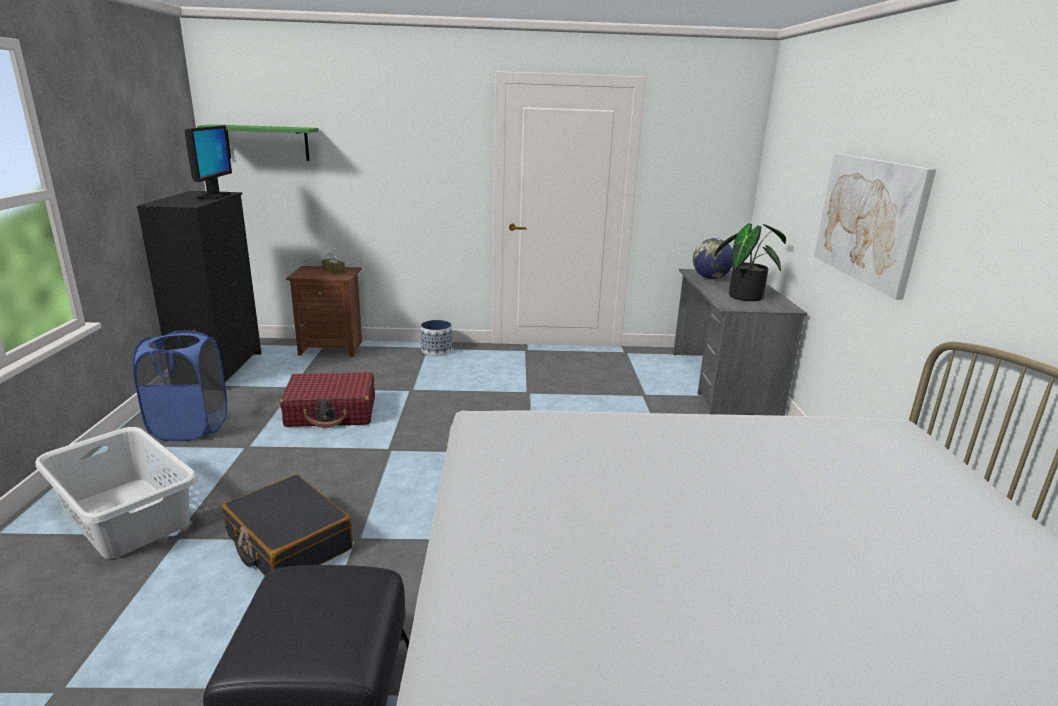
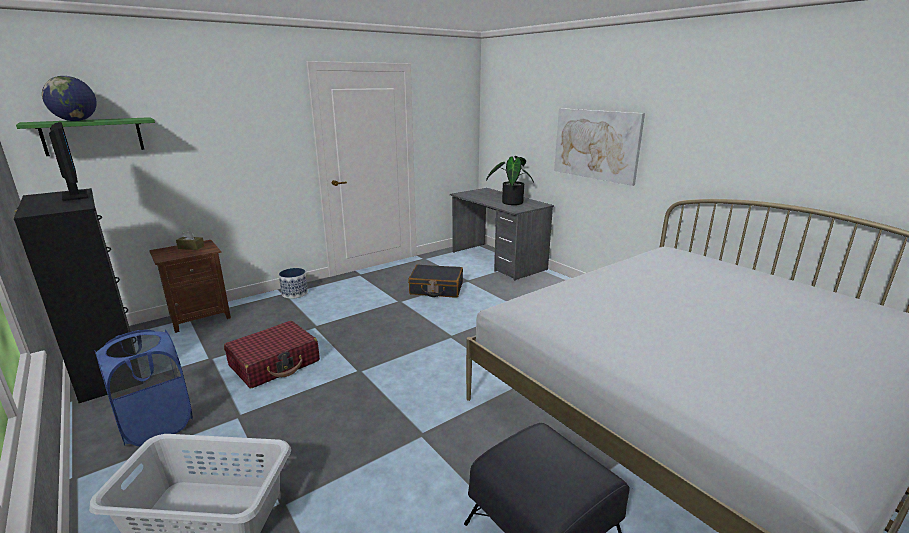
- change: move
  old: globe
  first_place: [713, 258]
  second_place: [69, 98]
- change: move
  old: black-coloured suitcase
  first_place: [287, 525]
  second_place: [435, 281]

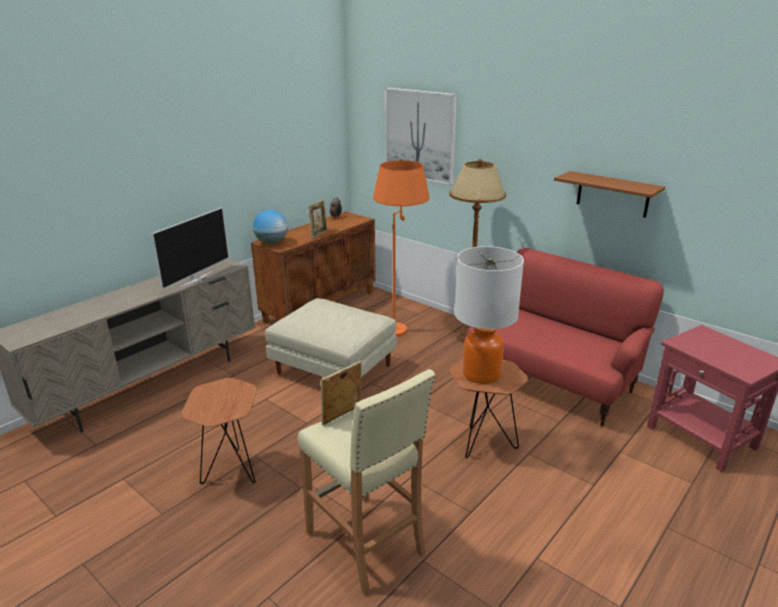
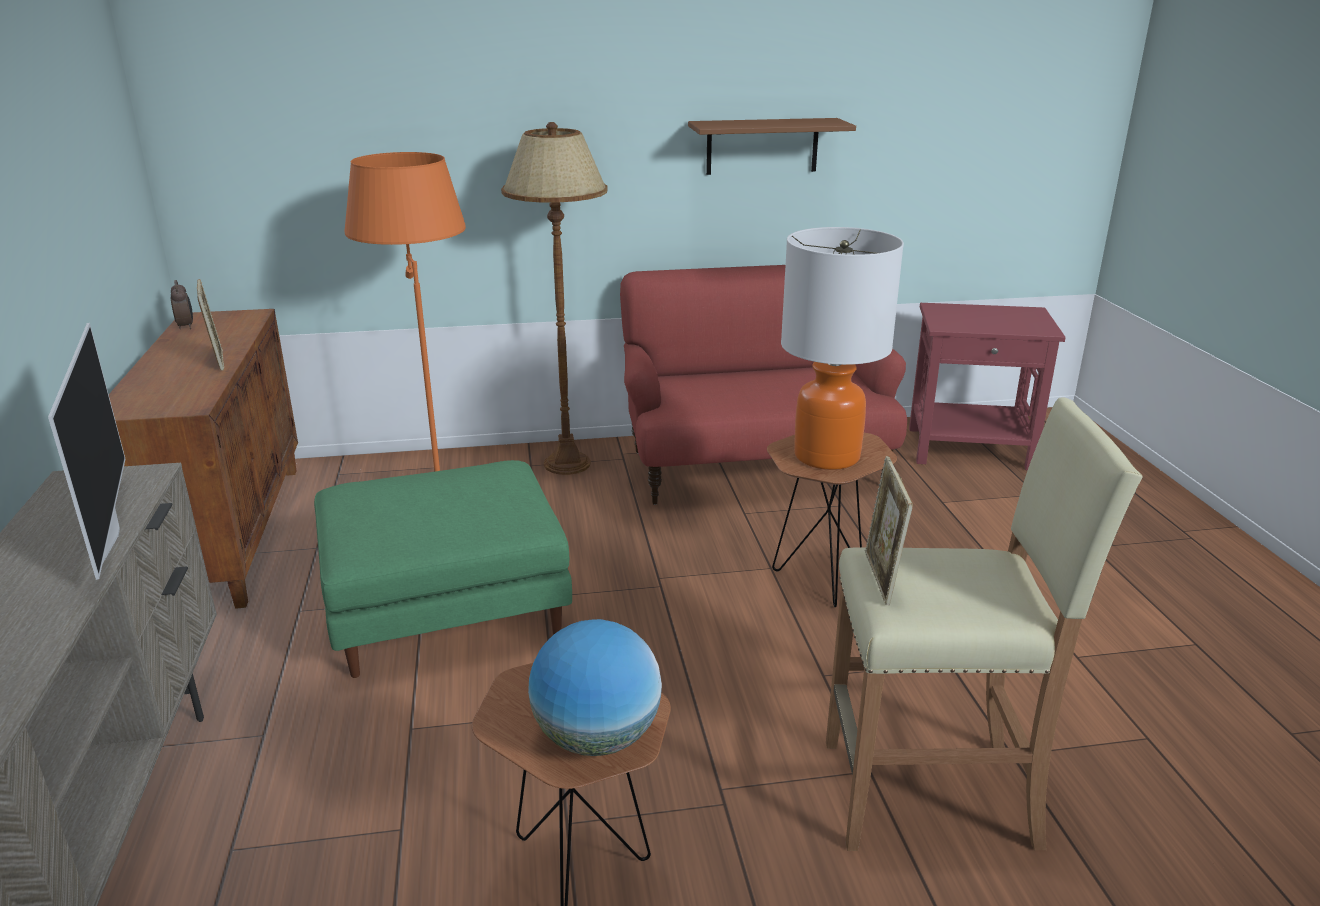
- change: recolor
  old: beige footrest
  new: green footrest
  first_place: [331, 337]
  second_place: [443, 569]
- change: move
  old: globe
  first_place: [270, 227]
  second_place: [595, 687]
- change: delete
  old: wall art
  first_place: [421, 136]

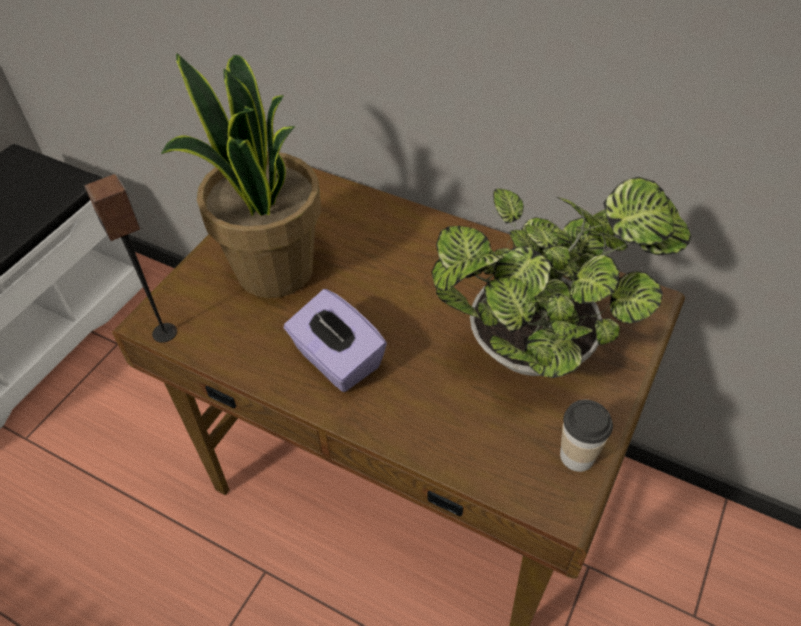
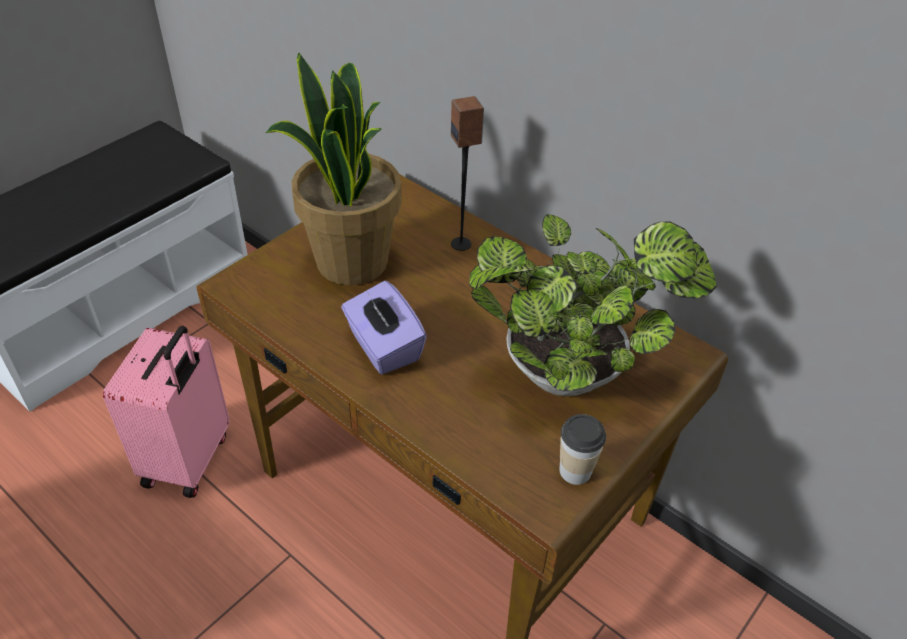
- change: insert
  new: pink-coloured suitcase
  second_place: [166, 412]
- change: move
  old: loudspeaker
  first_place: [130, 258]
  second_place: [467, 173]

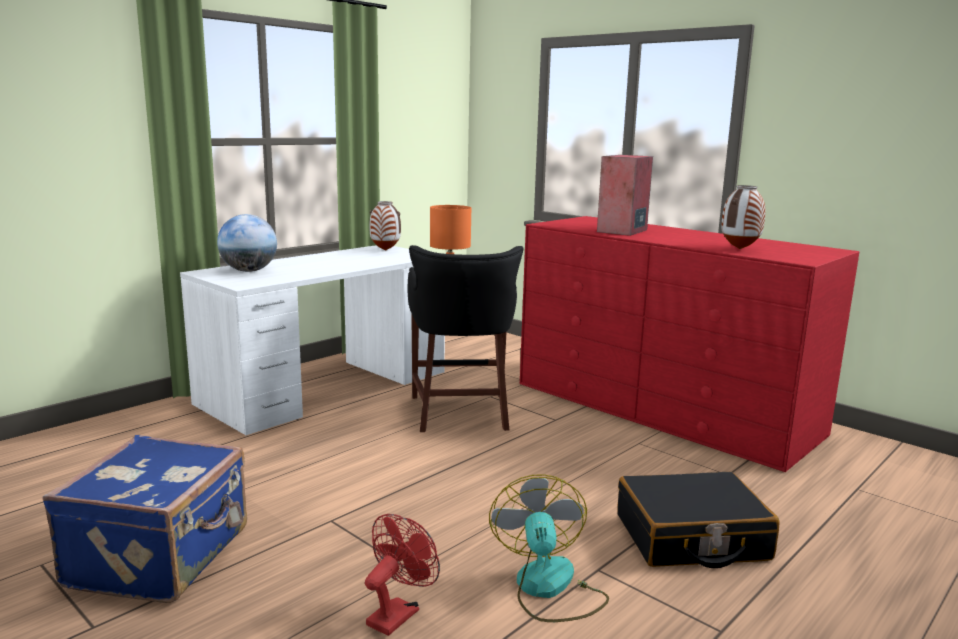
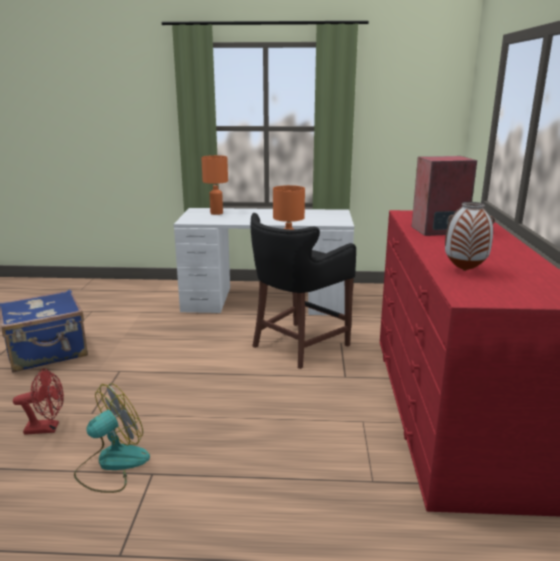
- change: replace
  old: globe
  new: orange-coloured lamp for a table
  first_place: [247, 243]
  second_place: [214, 185]
- change: delete
  old: flower vase
  first_place: [385, 226]
- change: delete
  old: black-coloured suitcase
  first_place: [699, 520]

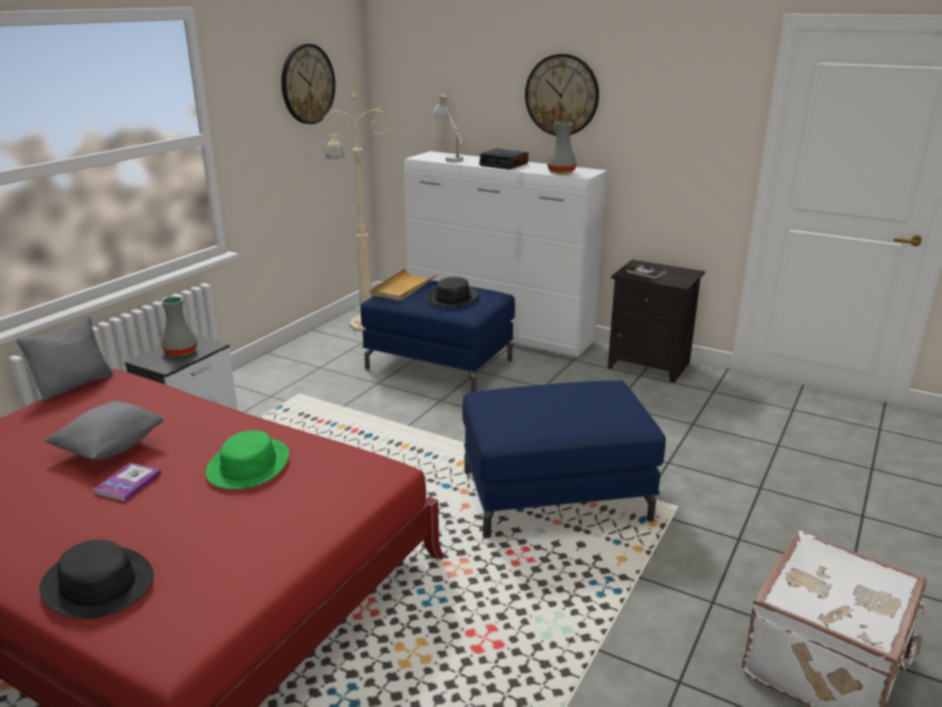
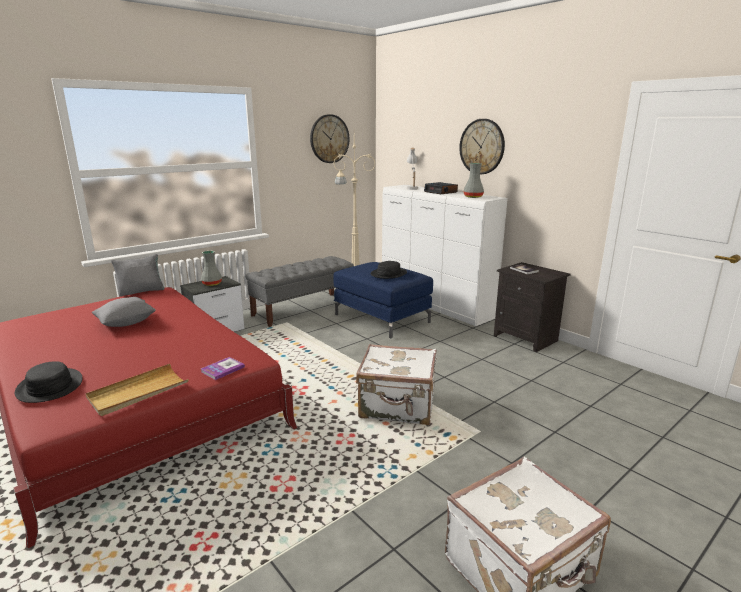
- change: move
  old: beige carrying tray
  first_place: [403, 285]
  second_place: [137, 390]
- change: move
  old: book
  first_place: [127, 482]
  second_place: [223, 368]
- change: insert
  new: grey bench
  second_place: [299, 291]
- change: replace
  old: bluish footrest
  new: whitish suitcase
  first_place: [564, 459]
  second_place: [396, 384]
- change: delete
  old: green clothing hat
  first_place: [247, 459]

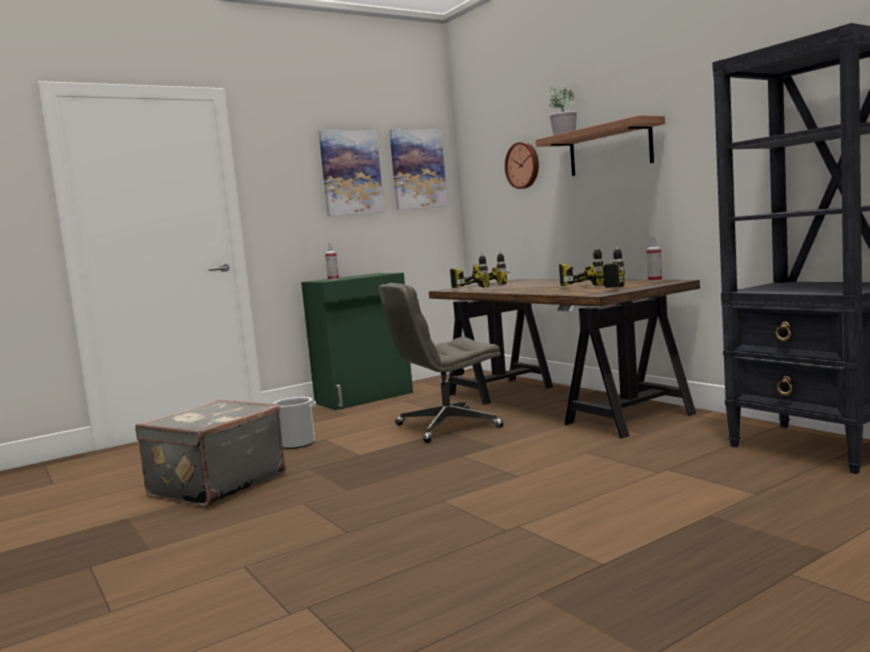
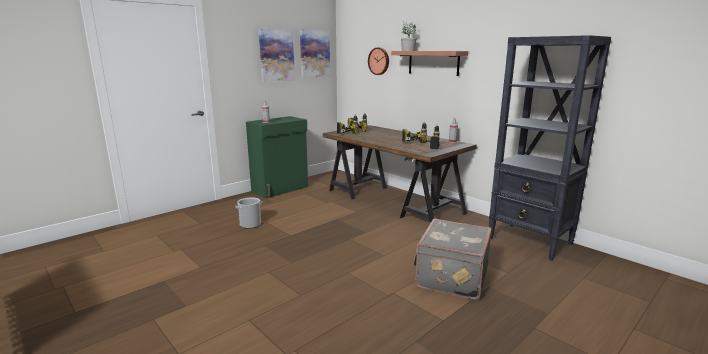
- change: move
  old: grey suitcase
  first_place: [210, 453]
  second_place: [453, 259]
- change: delete
  old: grey desk chair
  first_place: [441, 363]

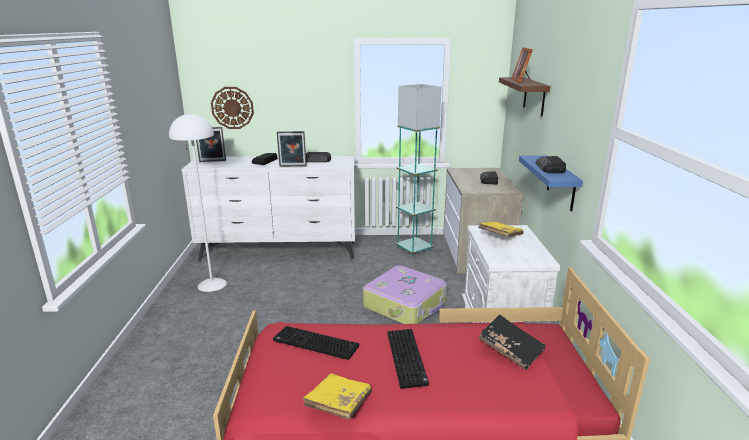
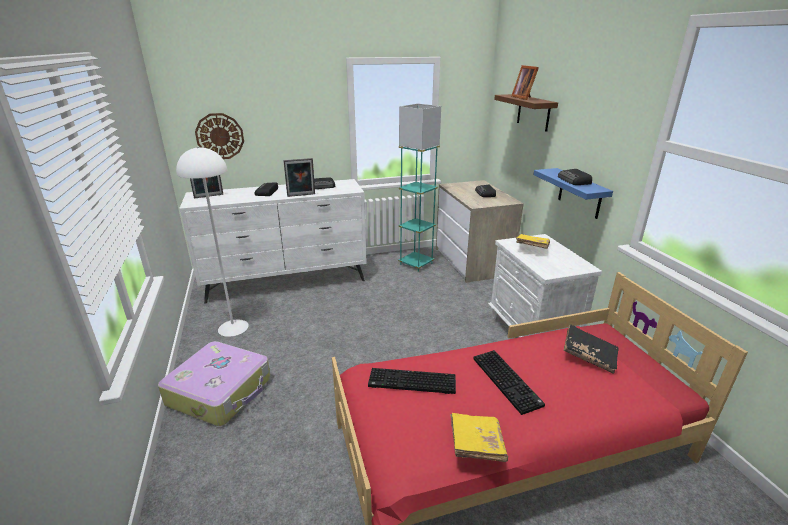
- change: move
  old: suitcase
  first_place: [405, 295]
  second_place: [214, 383]

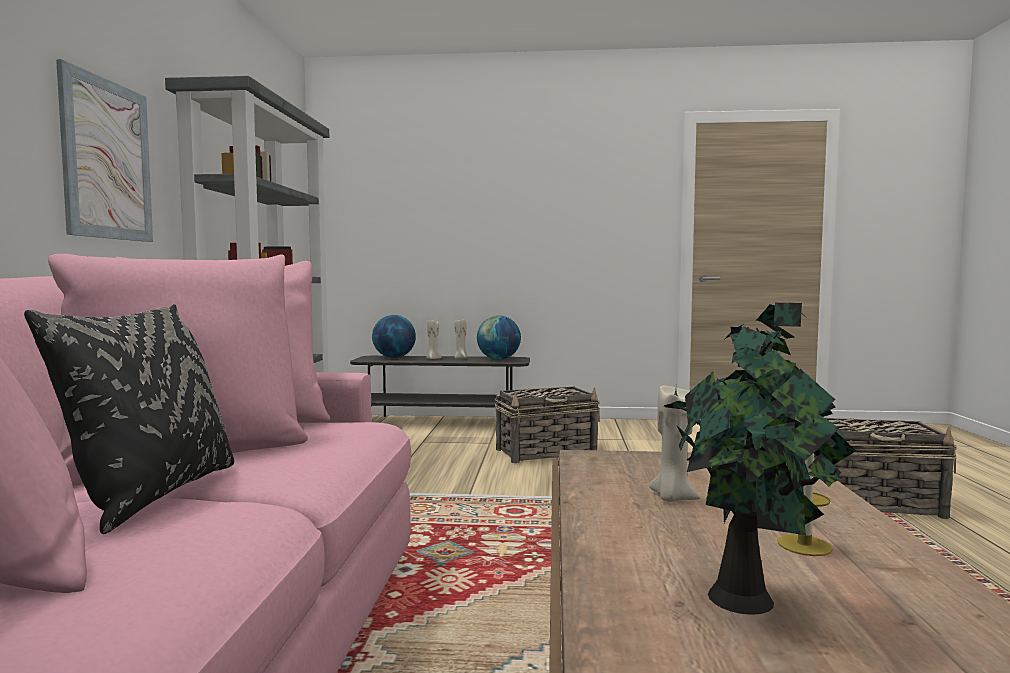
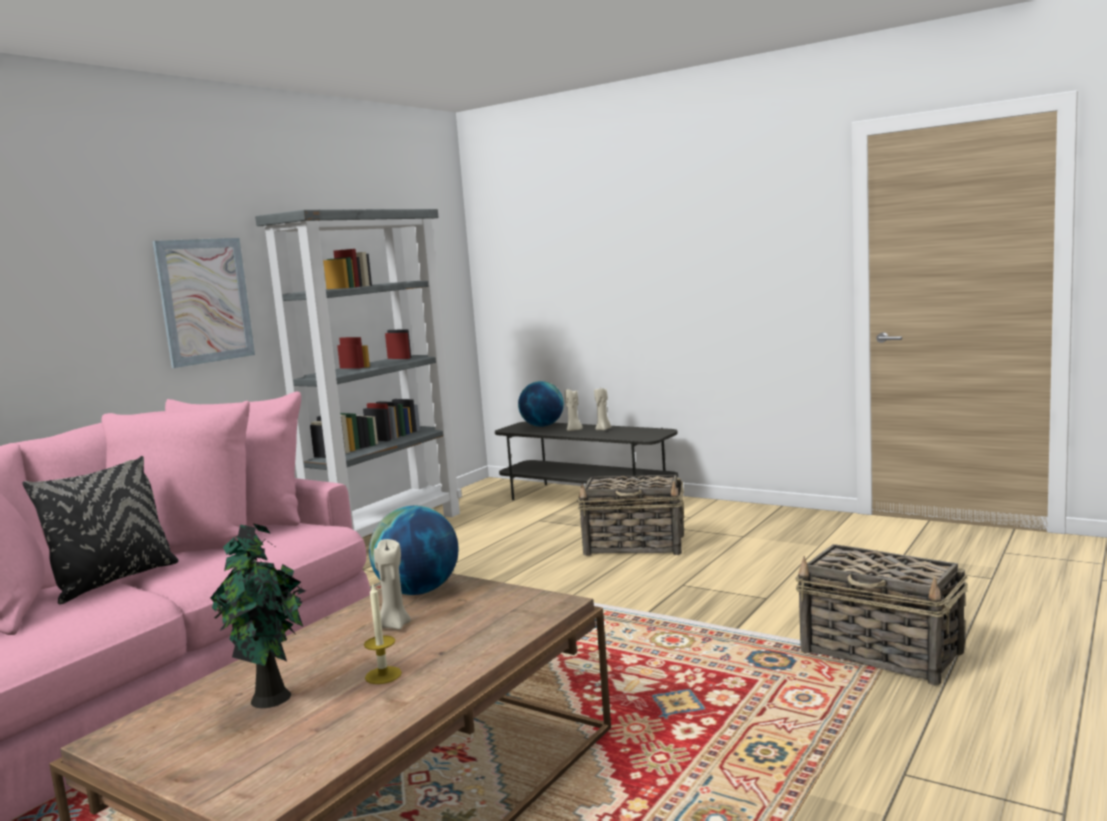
- change: move
  old: globe
  first_place: [499, 338]
  second_place: [414, 550]

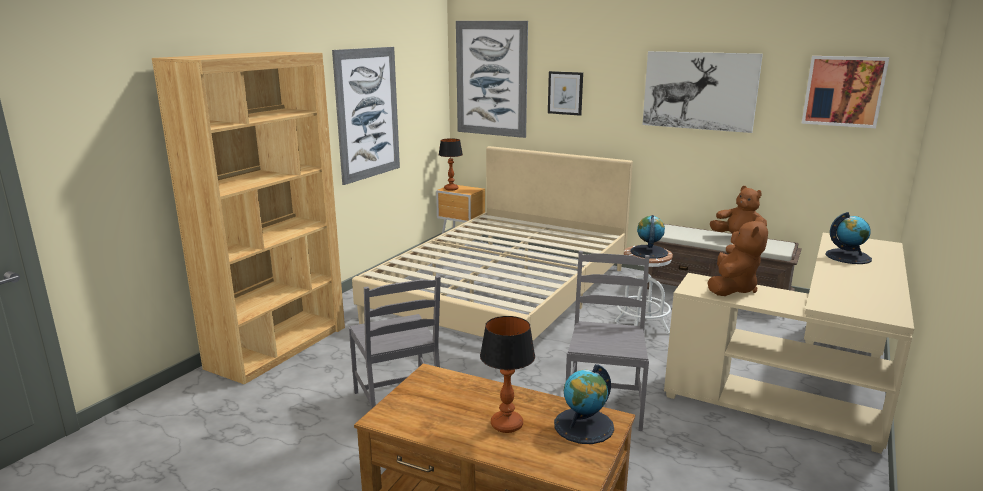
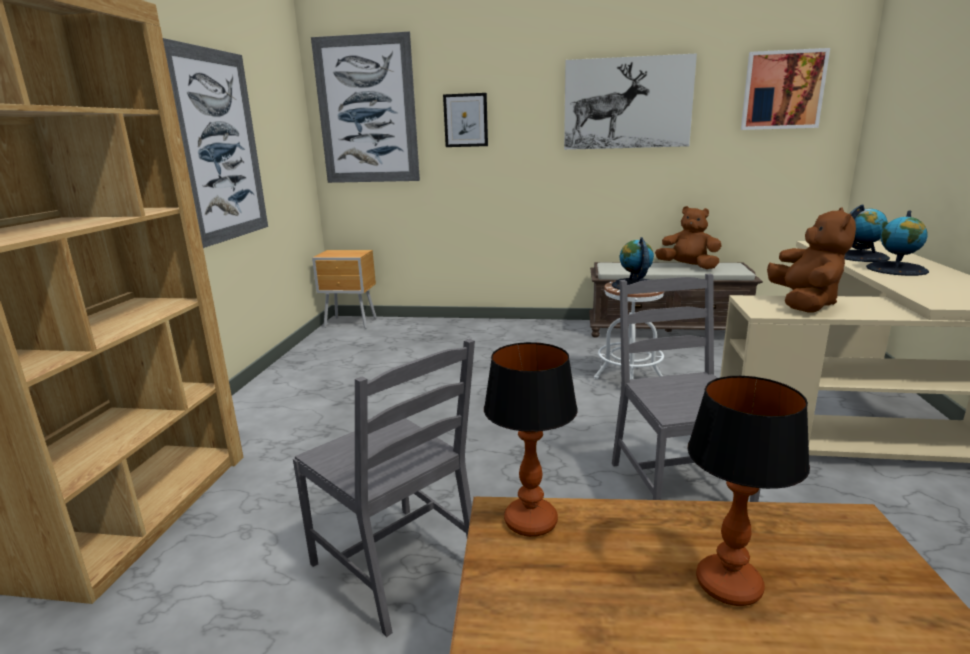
- change: move
  old: lamp for a table
  first_place: [451, 164]
  second_place: [531, 439]
- change: move
  old: globe
  first_place: [584, 404]
  second_place: [897, 243]
- change: delete
  old: beige bedroom bed
  first_place: [492, 243]

